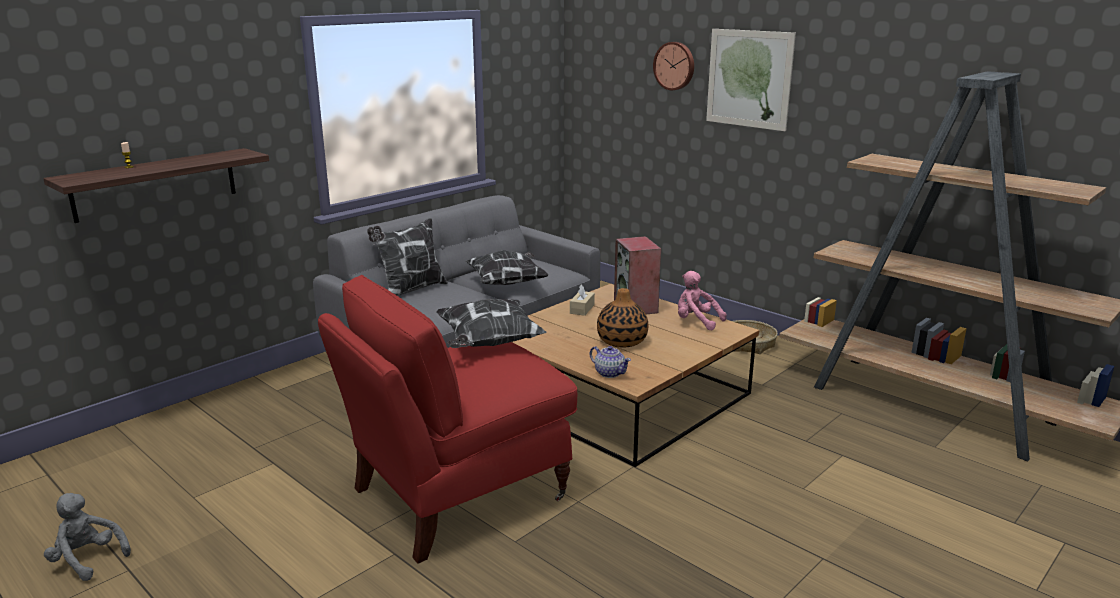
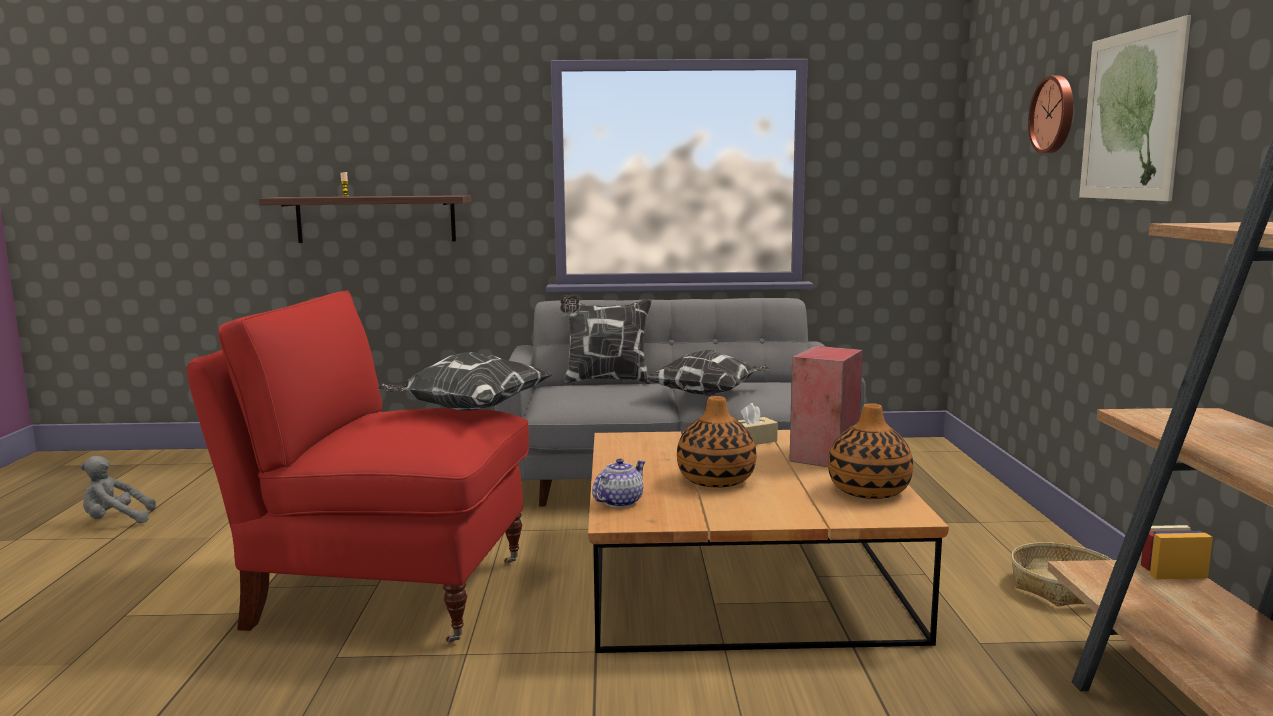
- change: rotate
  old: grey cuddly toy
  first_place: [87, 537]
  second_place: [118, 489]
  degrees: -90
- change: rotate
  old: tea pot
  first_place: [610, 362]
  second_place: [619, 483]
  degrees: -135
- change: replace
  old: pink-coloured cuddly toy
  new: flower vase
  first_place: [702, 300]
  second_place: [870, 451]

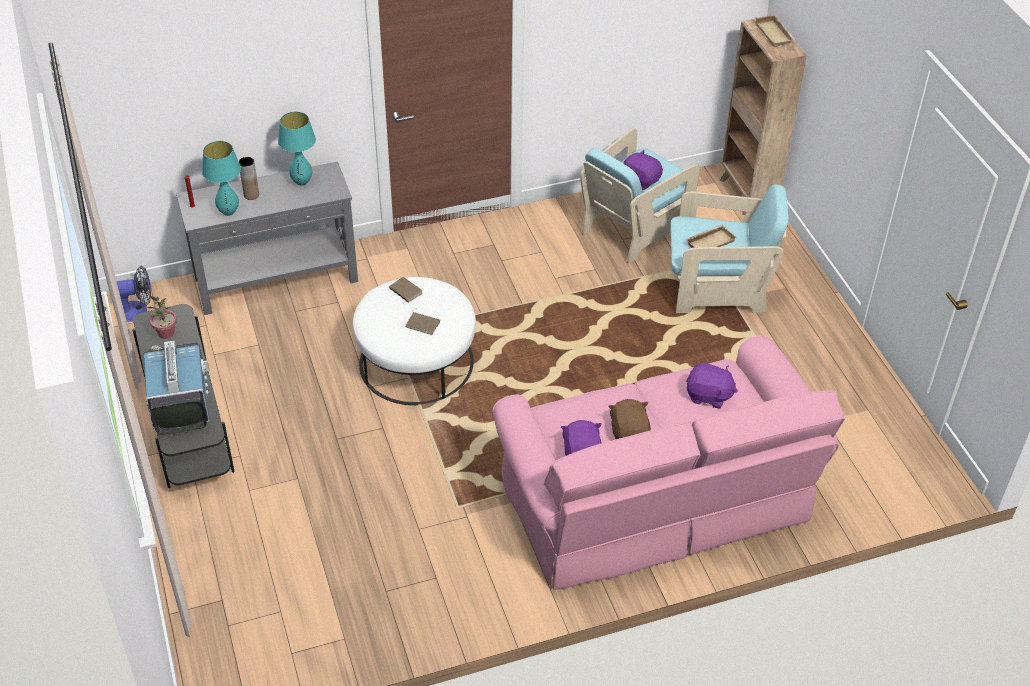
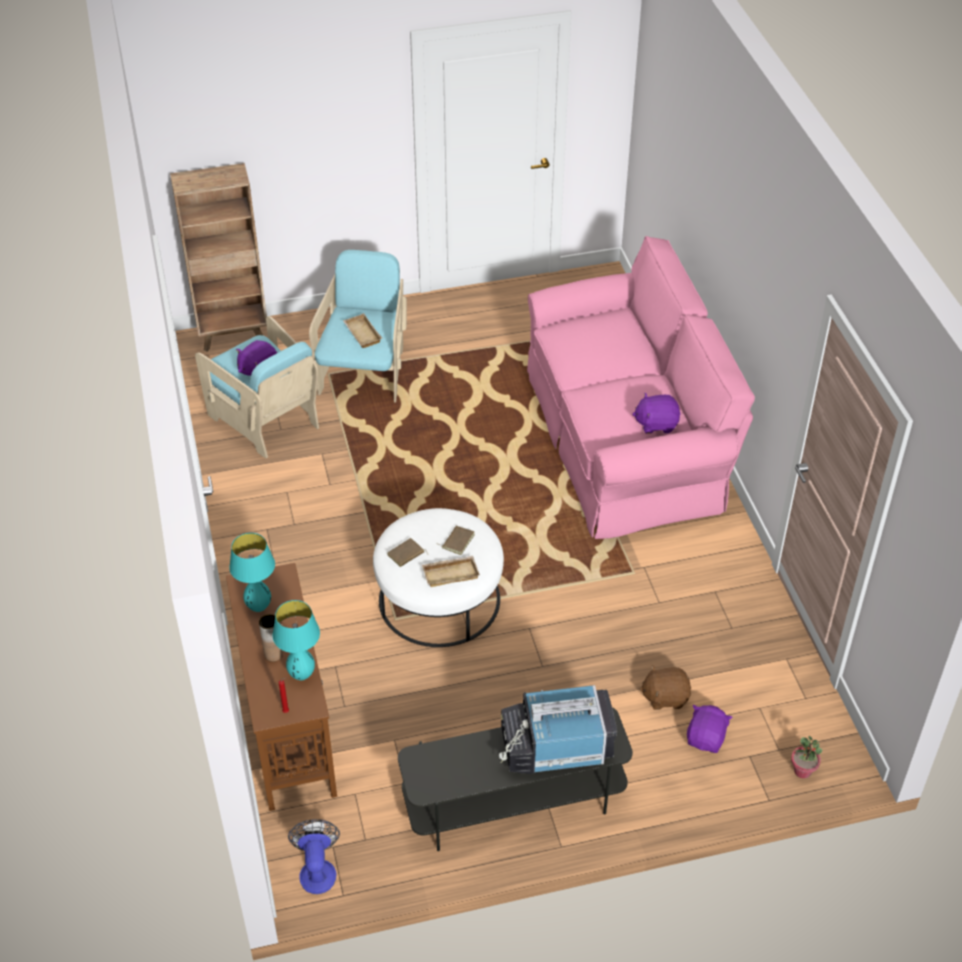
- change: recolor
  old: grey hall table
  new: brown hall table
  first_place: [267, 238]
  second_place: [281, 687]
- change: move
  old: beige carrying tray
  first_place: [775, 30]
  second_place: [451, 571]
- change: move
  old: brown cuddly toy
  first_place: [629, 419]
  second_place: [665, 687]
- change: move
  old: purple-coloured cuddly toy
  first_place: [712, 386]
  second_place: [710, 729]
- change: move
  old: potted plant
  first_place: [162, 317]
  second_place: [806, 757]

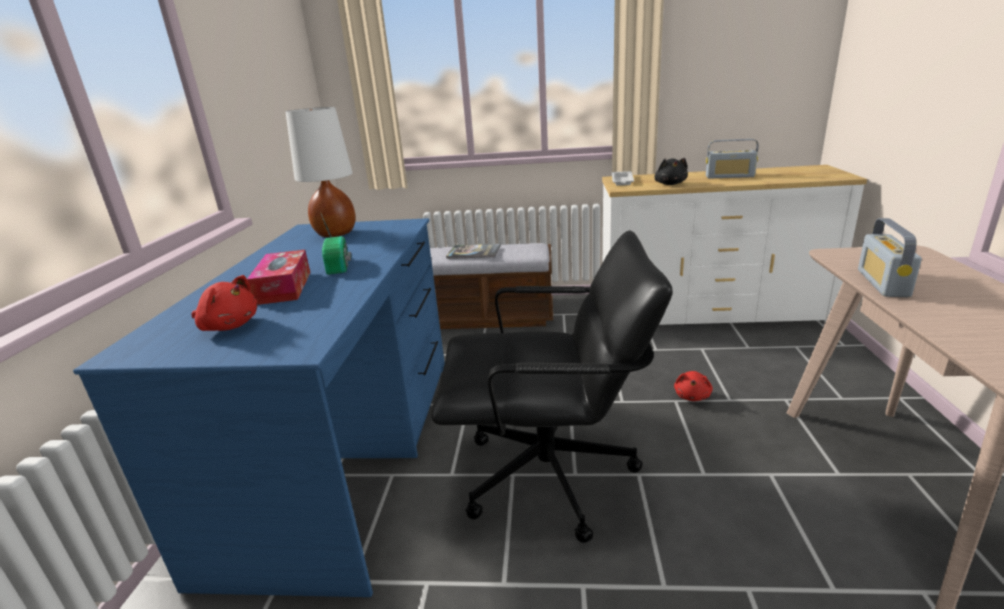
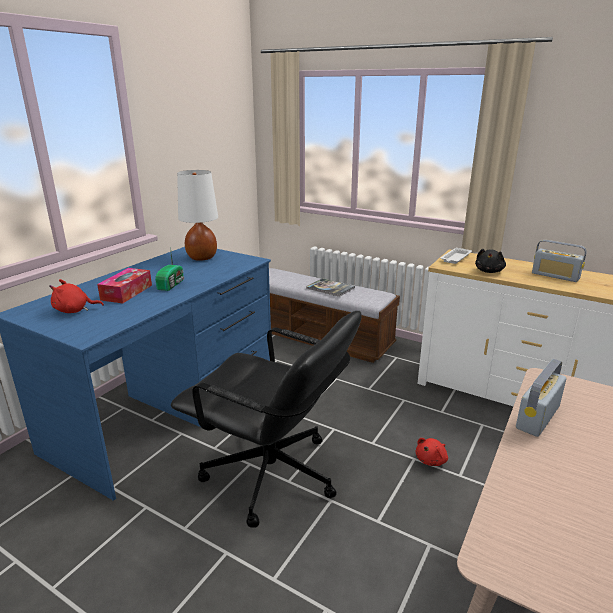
- change: rotate
  old: reddish cuddly toy
  first_place: [224, 303]
  second_place: [76, 296]
  degrees: 120

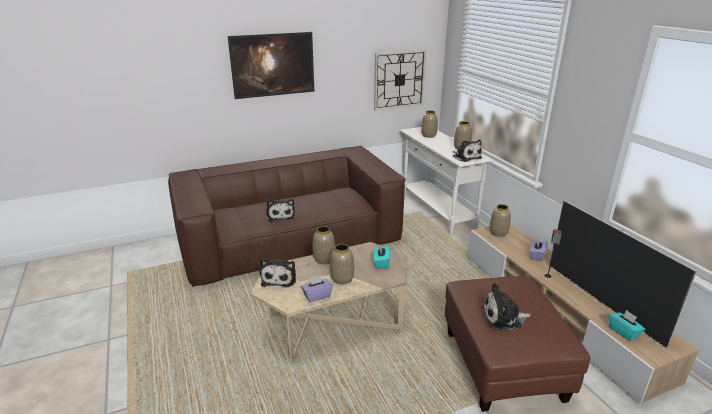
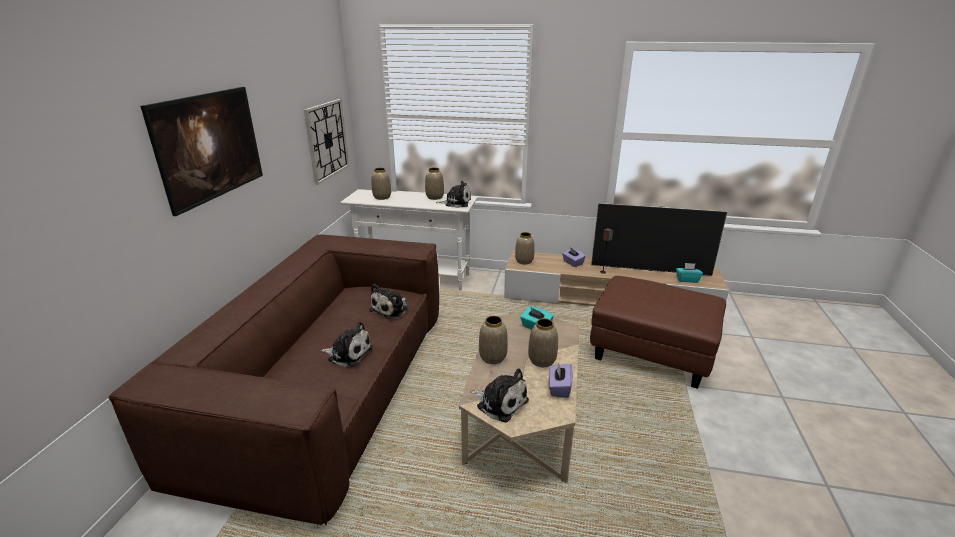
- change: move
  old: cuddly toy
  first_place: [506, 306]
  second_place: [388, 301]

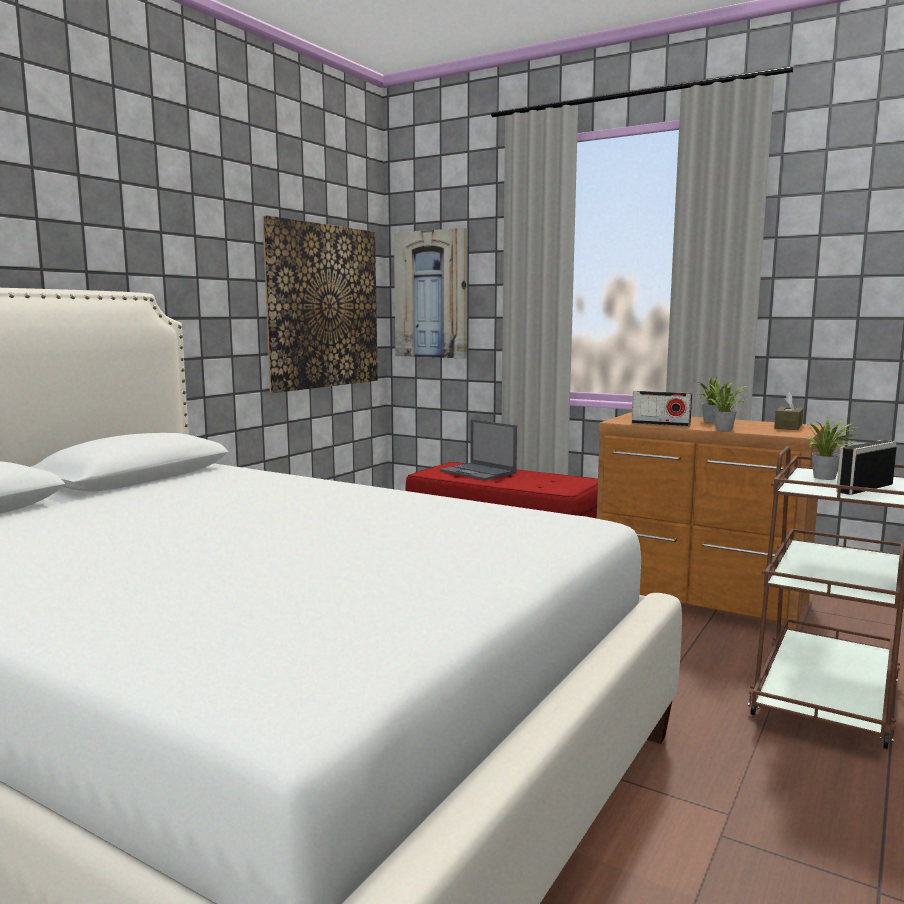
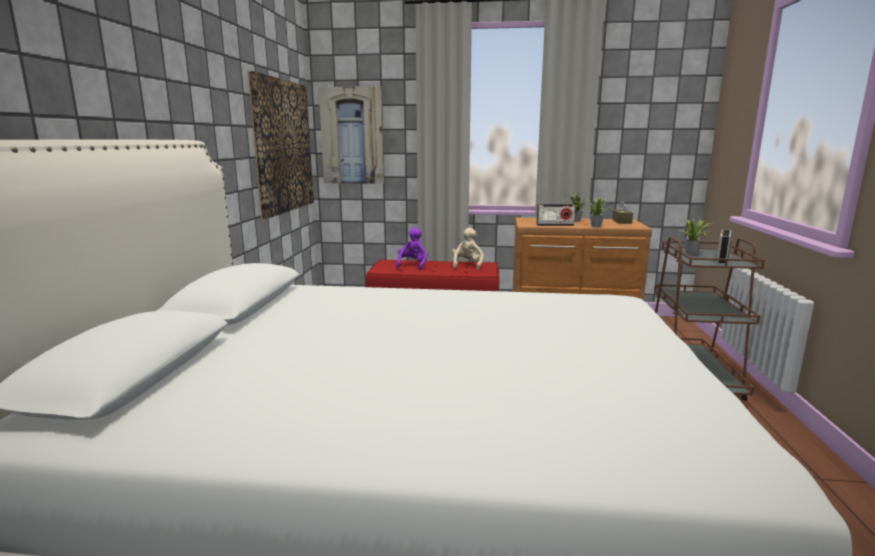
- change: replace
  old: laptop
  new: purple-coloured cuddly toy
  first_place: [478, 449]
  second_place: [412, 248]
- change: insert
  new: beige cuddly toy
  second_place: [467, 248]

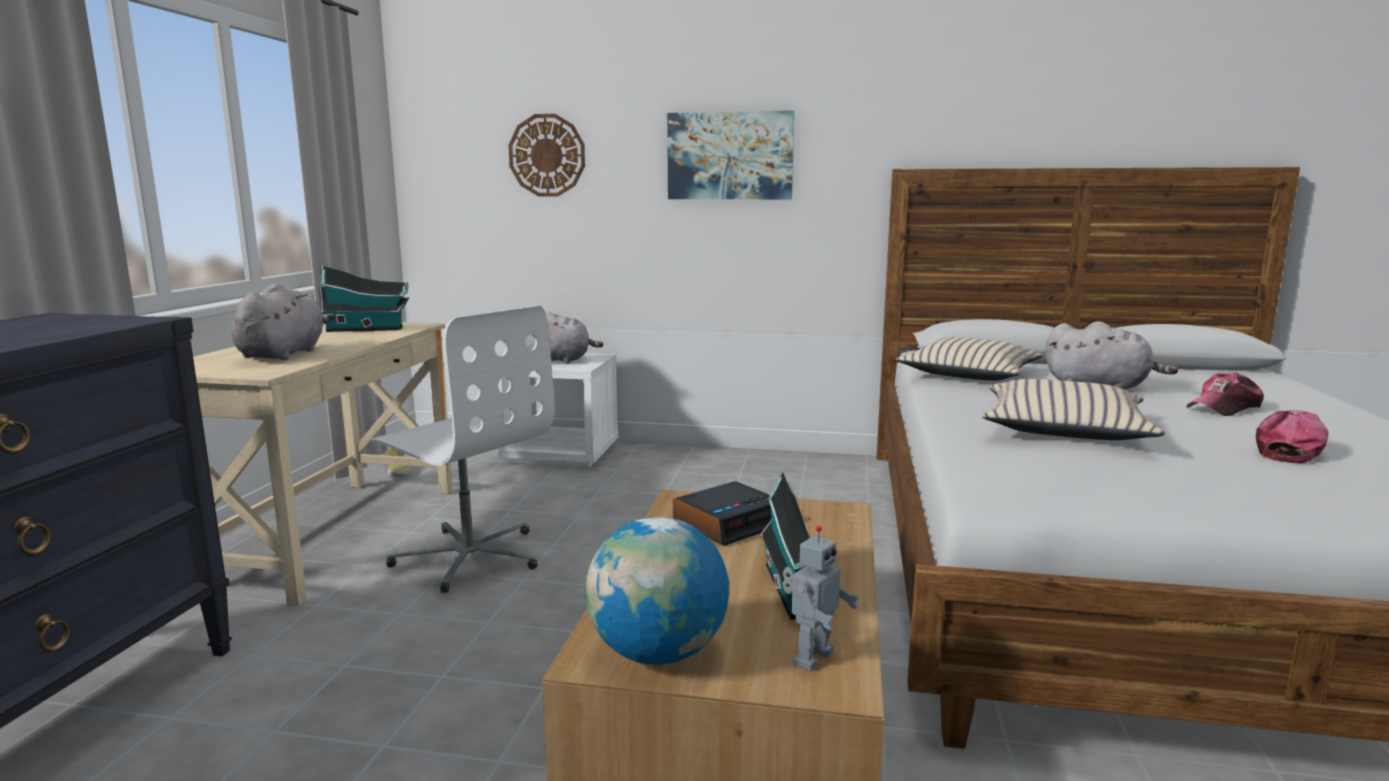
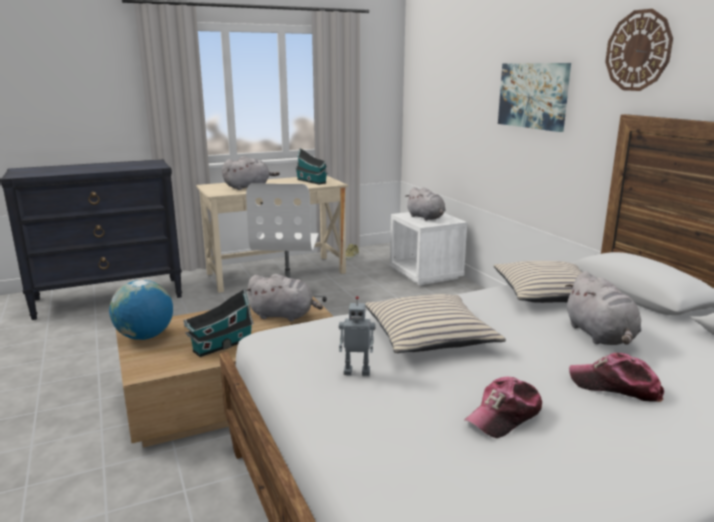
- change: replace
  old: alarm clock
  new: grey cuddly toy
  first_place: [722, 513]
  second_place: [284, 297]
- change: move
  old: robot figure
  first_place: [821, 598]
  second_place: [357, 336]
- change: rotate
  old: baseball cap
  first_place: [1292, 436]
  second_place: [503, 407]
  degrees: 135
- change: move
  old: wall clock
  first_place: [546, 155]
  second_place: [639, 50]

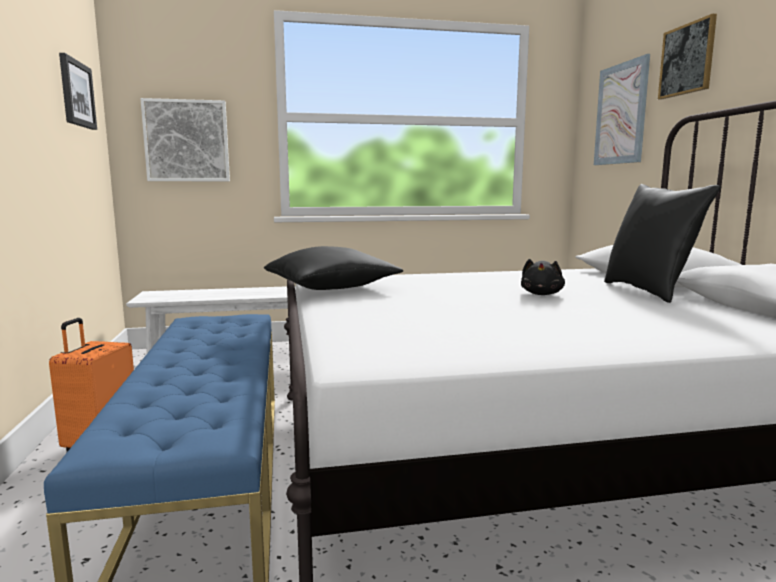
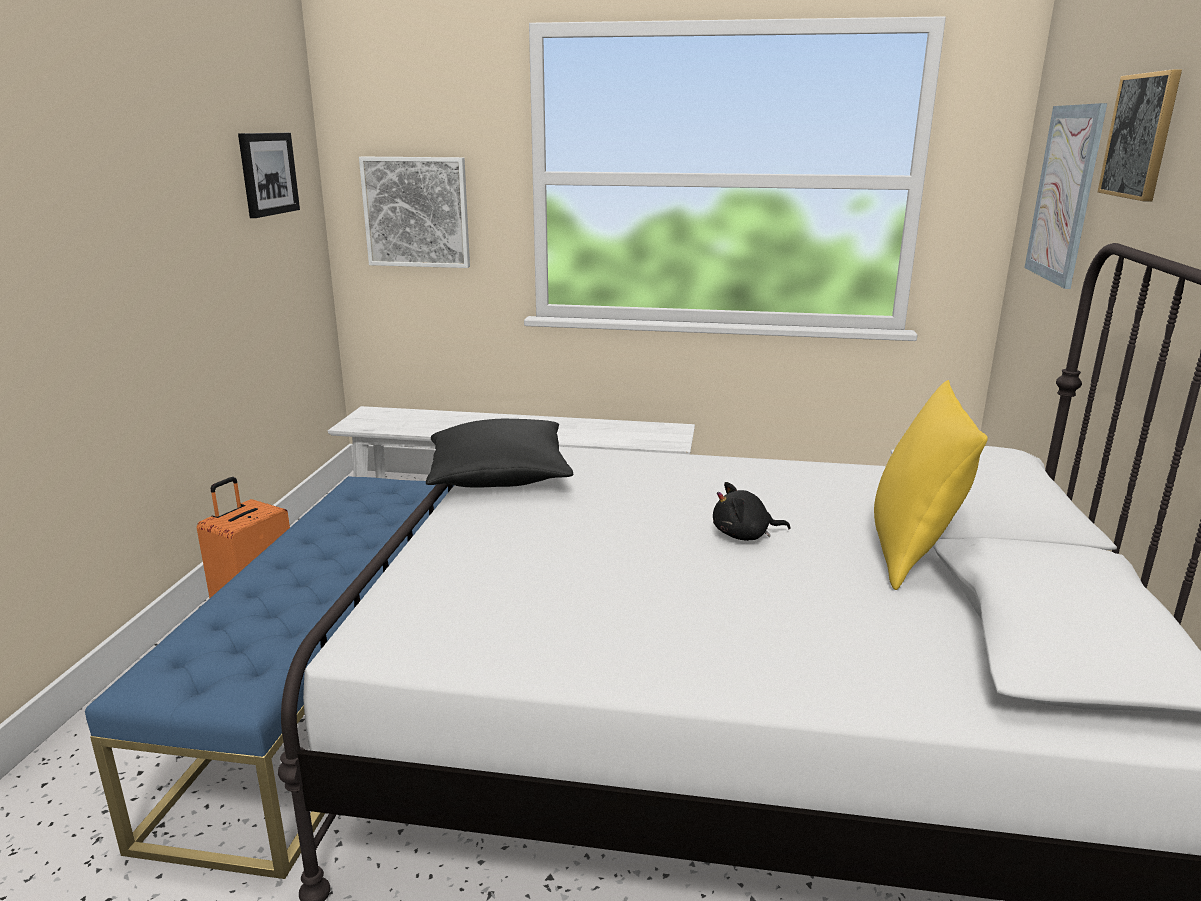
- change: rotate
  old: black-coloured cuddly toy
  first_place: [543, 277]
  second_place: [752, 511]
  degrees: 45
- change: recolor
  old: black-coloured throw pillow
  new: yellowish throw pillow
  first_place: [662, 243]
  second_place: [931, 485]

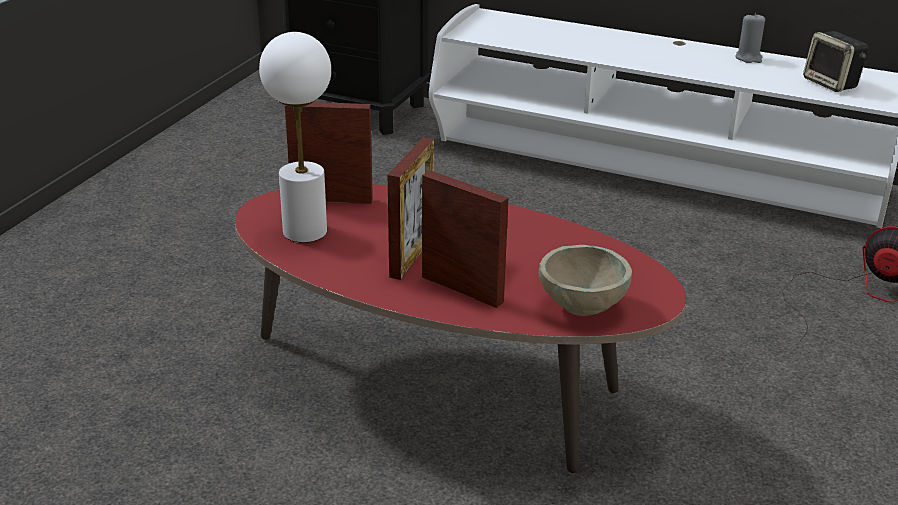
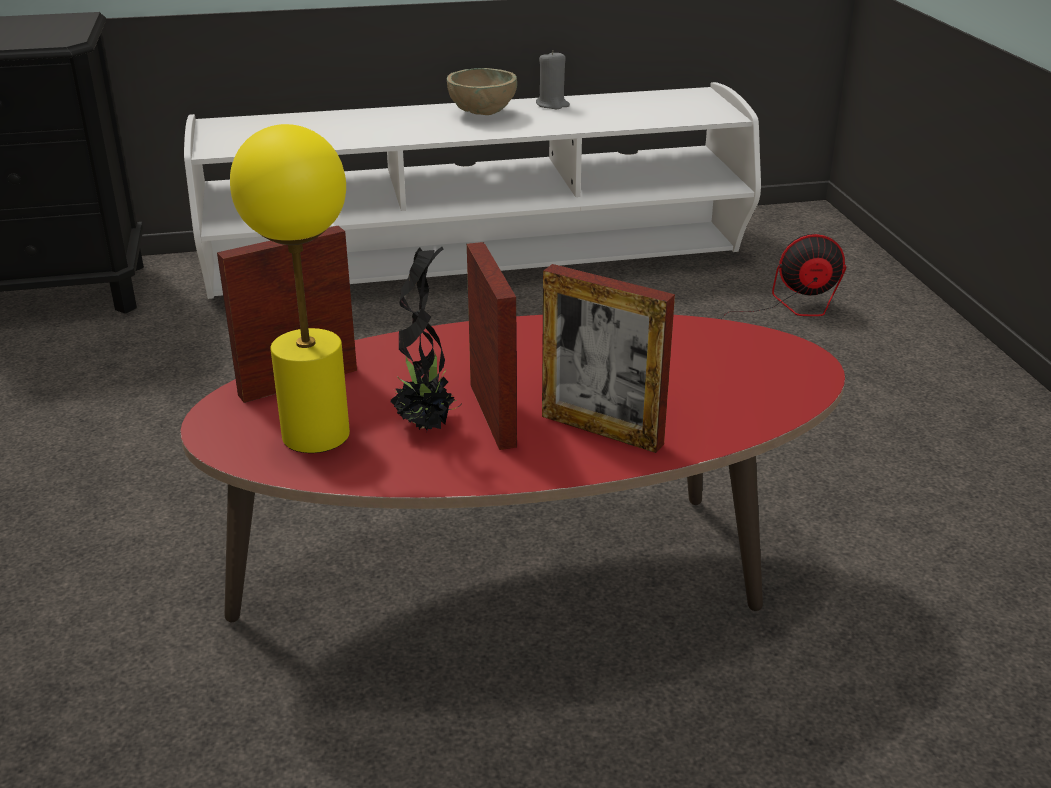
- change: recolor
  old: whitish lamp for a table
  new: yellowish lamp for a table
  first_place: [295, 137]
  second_place: [290, 288]
- change: insert
  new: potted plant
  second_place: [426, 338]
- change: move
  old: beige deep dish
  first_place: [585, 280]
  second_place: [482, 91]
- change: rotate
  old: photo frame
  first_place: [465, 239]
  second_place: [608, 358]
  degrees: -150
- change: delete
  old: loudspeaker
  first_place: [835, 61]

